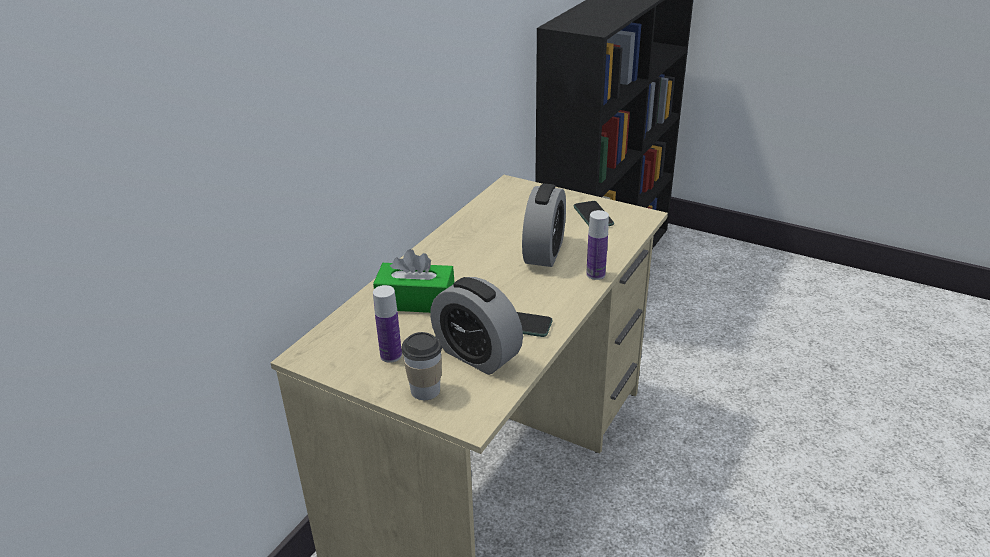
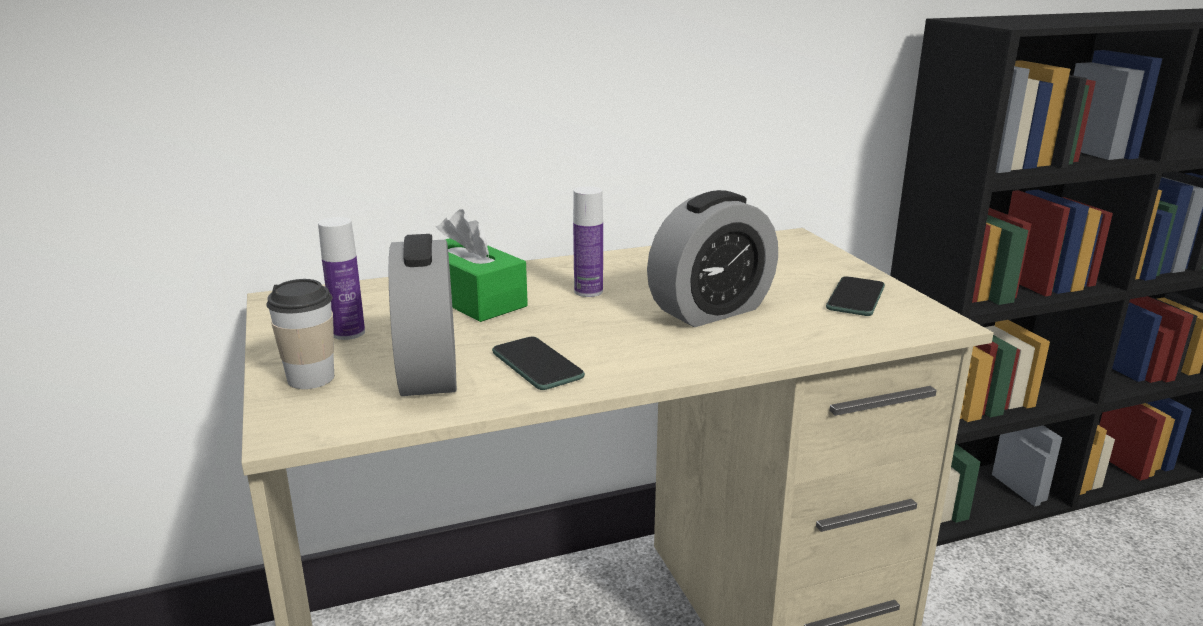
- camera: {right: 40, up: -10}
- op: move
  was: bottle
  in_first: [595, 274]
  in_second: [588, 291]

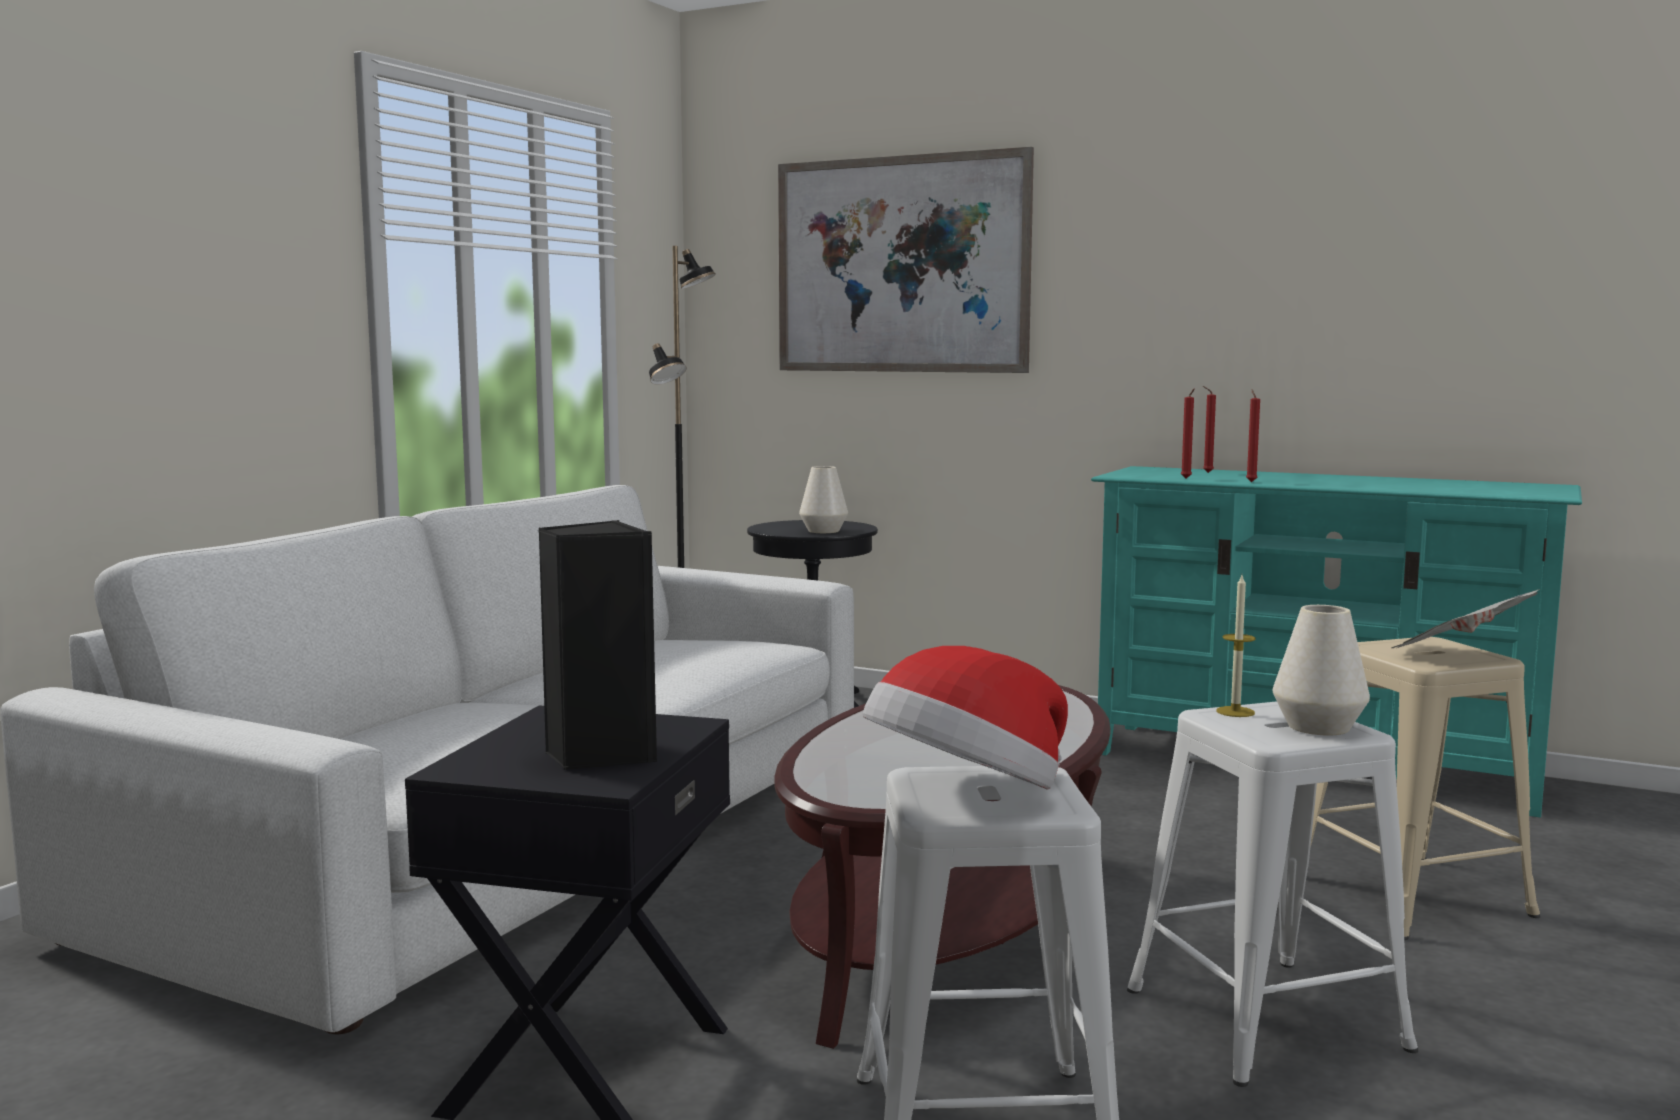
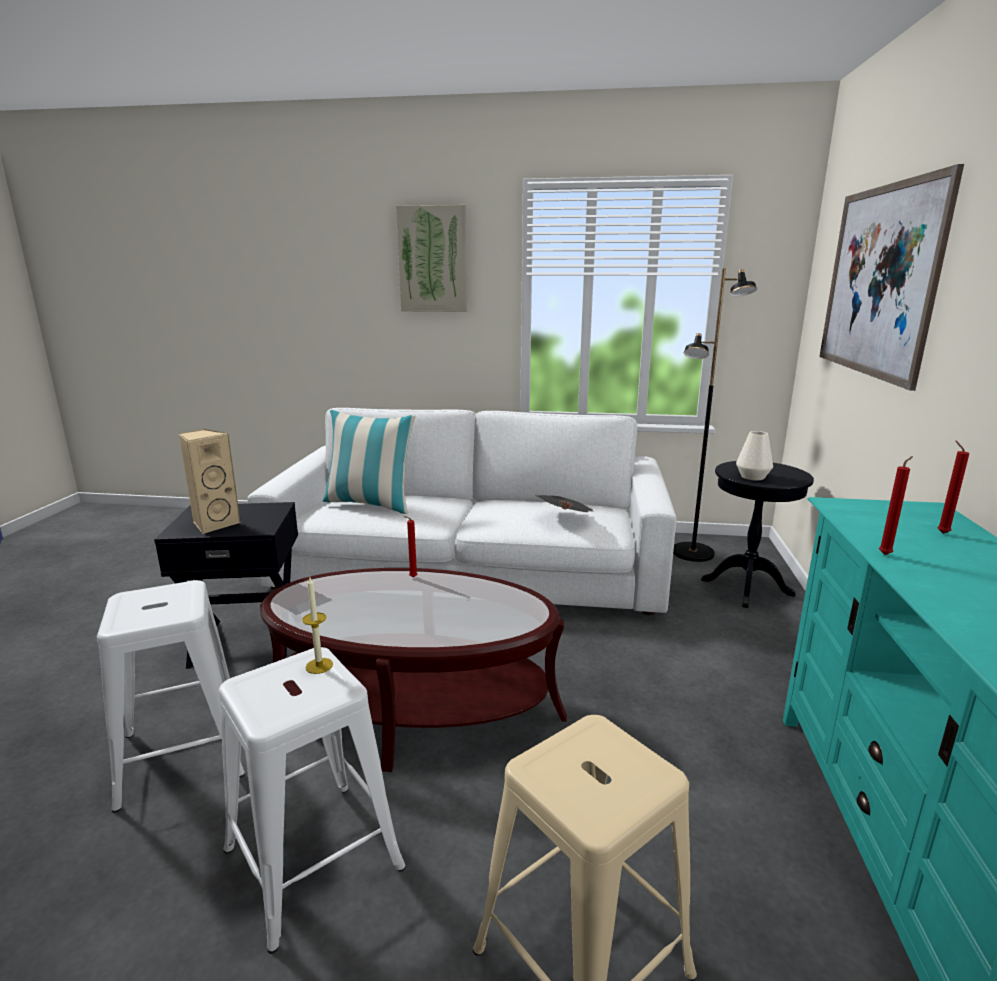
- camera: {right: 70, up: 10}
- op: move
  was: candle/red
  in_first: [1186, 478]
  in_second: [412, 577]
- op: recolor
  was: speaker/black
  now: speaker/beige
  in_first: [599, 755]
  in_second: [214, 524]
- op: move
  was: newspaper
  in_first: [1459, 657]
  in_second: [566, 519]
- op: delete
  was: vase/white
  in_first: [1318, 727]
- op: delete
  was: hat
  in_first: [967, 794]
- op: insert
  now: picture
  in_second: [433, 260]
- op: insert
  now: pillow
  in_second: [370, 503]

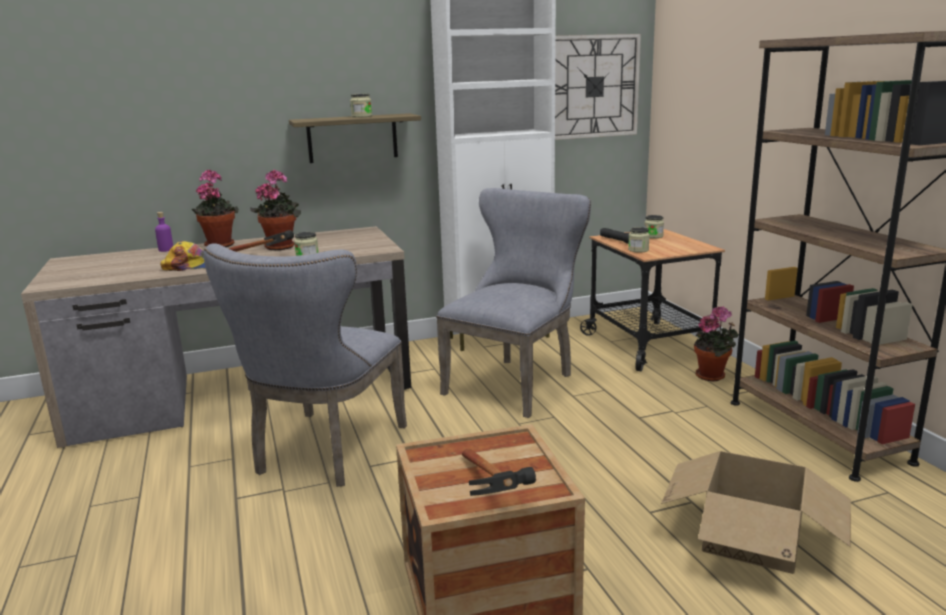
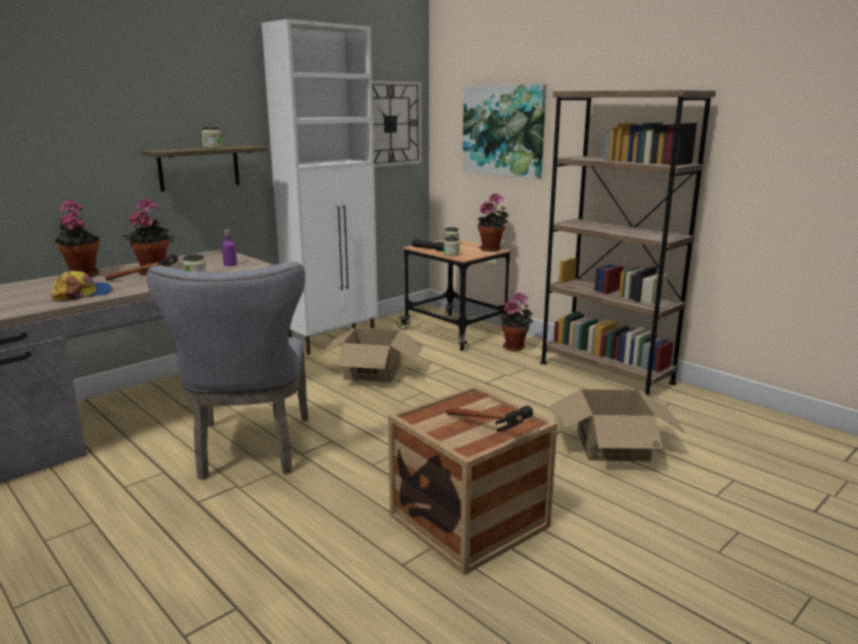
- camera: {right: -25, up: 0}
- op: replace
  was: chair/grey
  now: cardboard box
  in_first: [516, 382]
  in_second: [373, 371]
- op: move
  was: bottle/purple
  in_first: [166, 250]
  in_second: [230, 264]
- op: insert
  now: picture
  in_second: [503, 130]
- op: insert
  now: potted plant
  in_second: [492, 249]

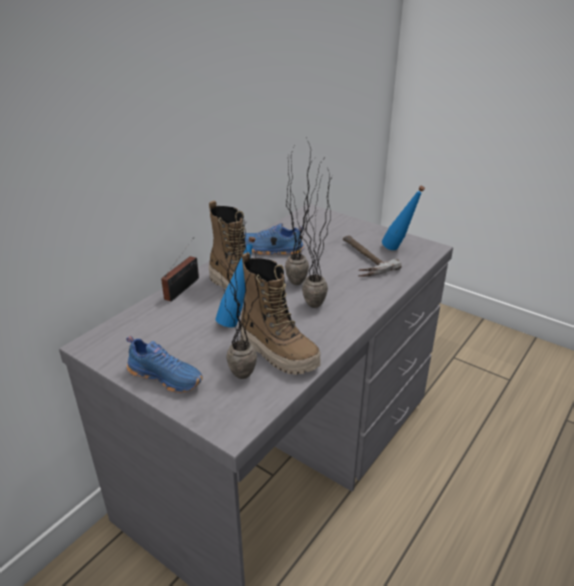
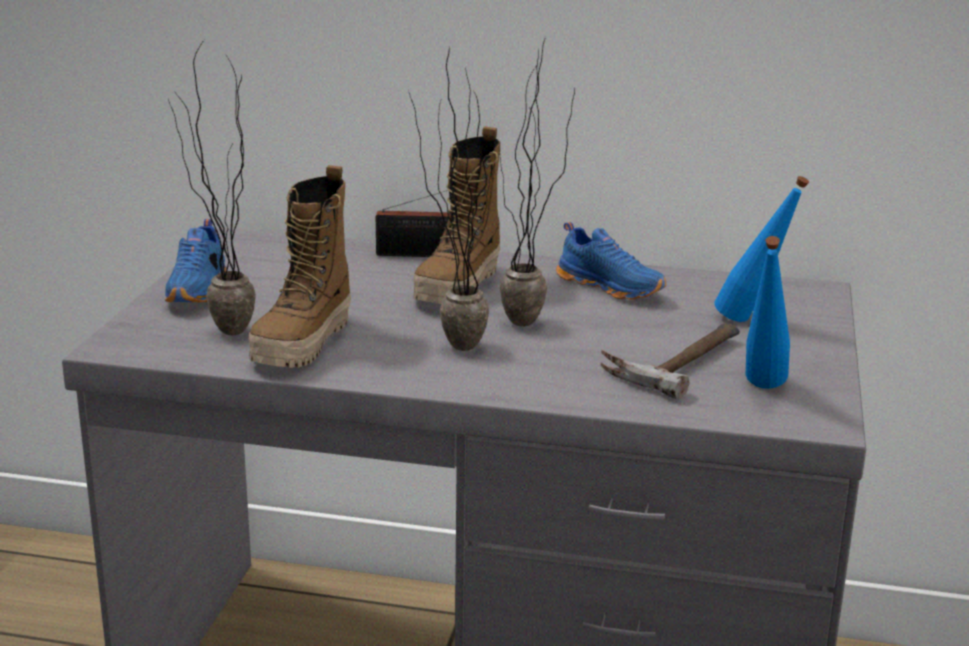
- camera: {right: 65, up: -10}
- op: rotate
  was: shoe/blue
  in_first: [272, 250]
  in_second: [611, 287]
  clockwise: 150
- op: move
  was: bottle/blue
  in_first: [237, 320]
  in_second: [752, 321]

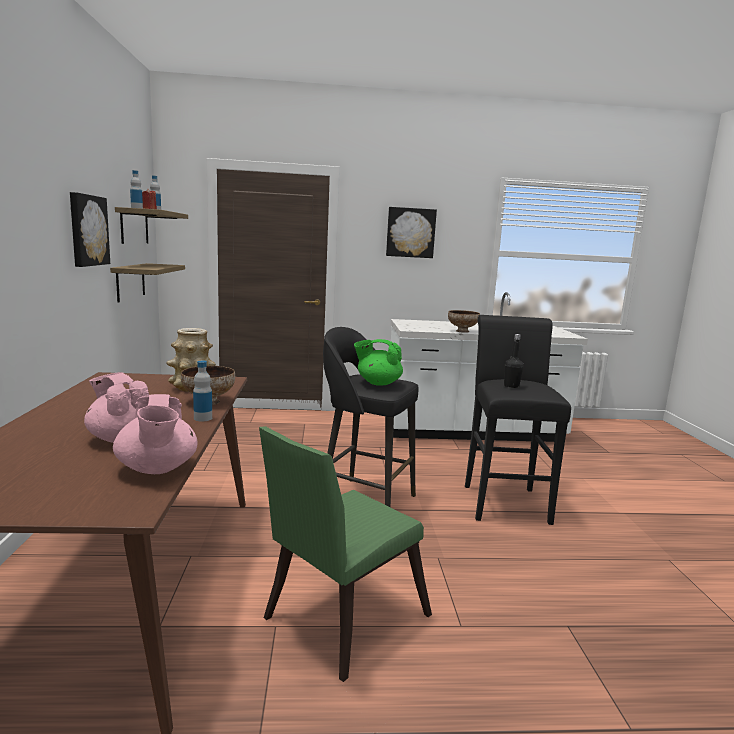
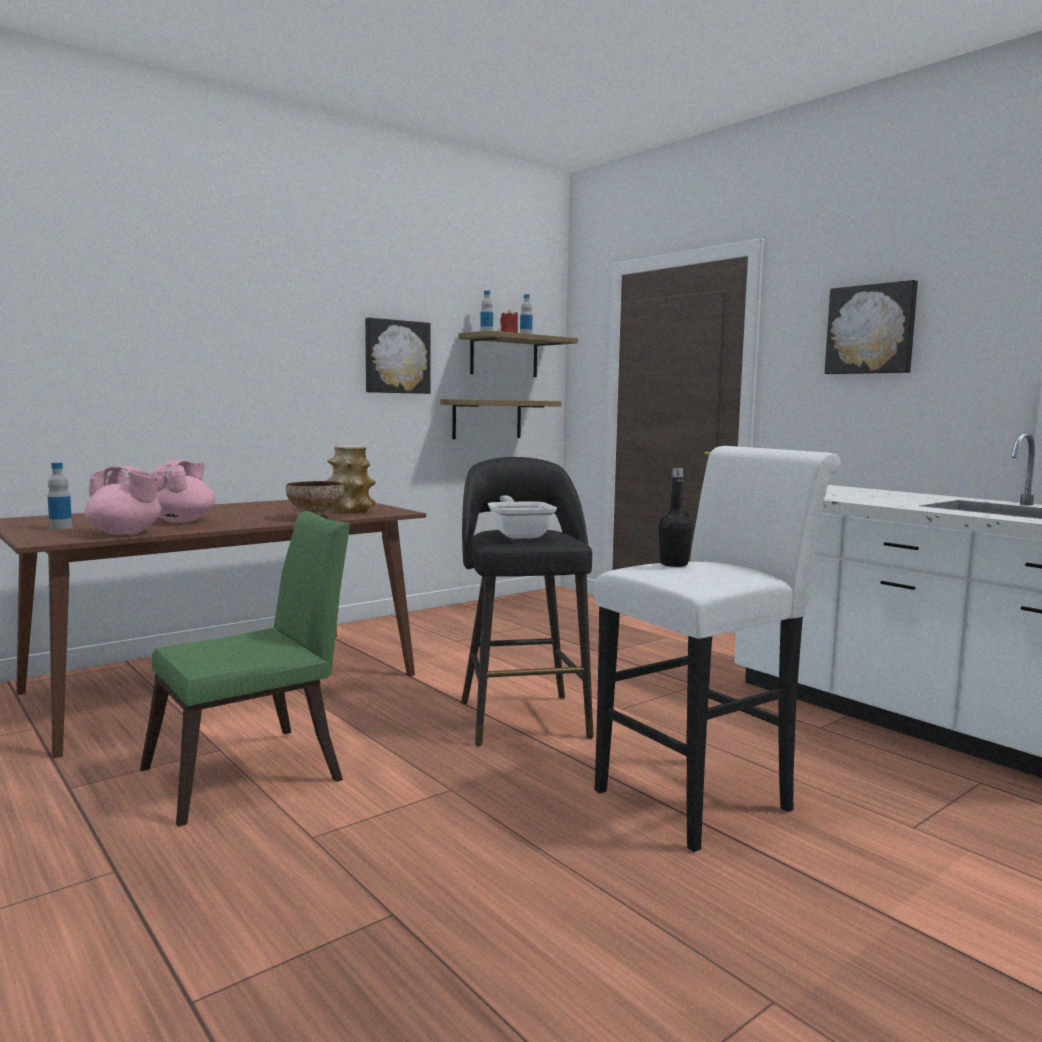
- camera: {right: 55, up: -5}
- op: delete
  was: bowl
  in_first: [462, 331]
- op: recolor
  was: stool/black
  now: stool/white
  in_first: [504, 500]
  in_second: [703, 797]
- op: replace
  was: teapot/green
  now: frying pan
  in_first: [378, 383]
  in_second: [519, 535]
- op: move
  was: bottle
  in_first: [203, 418]
  in_second: [61, 528]
- op: rotate
  was: teapot/pink
  in_first: [157, 469]
  in_second: [125, 533]
  clockwise: -105
- op: rotate
  was: chair/green
  in_first: [338, 620]
  in_second: [255, 772]
  clockwise: 135

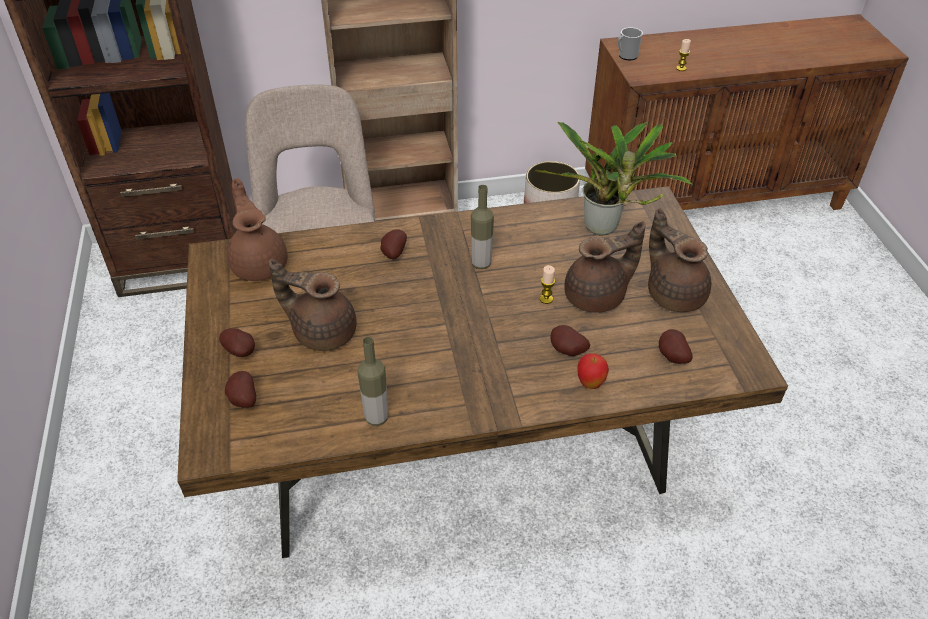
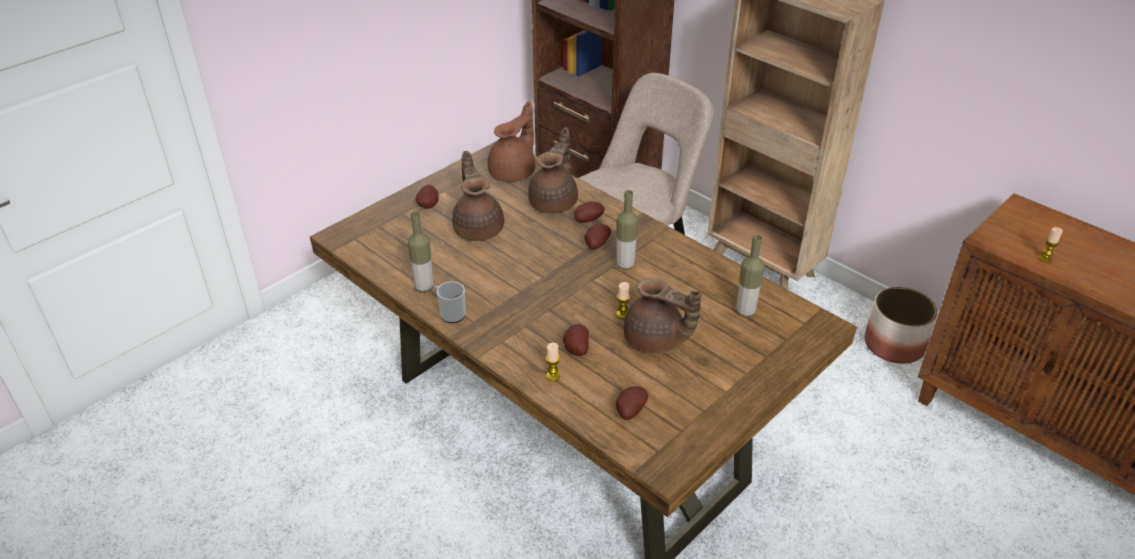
- camera: {right: 55, up: -5}
- op: move
  was: mug
  in_first: [626, 56]
  in_second: [450, 314]
- op: replace
  was: potted plant
  now: bottle
  in_first: [604, 229]
  in_second: [745, 312]
- op: move
  was: teapot/brown
  in_first: [674, 293]
  in_second: [555, 202]
- op: replace
  was: apple
  now: candle
  in_first: [590, 384]
  in_second: [553, 376]
- op: move
  was: potato
  in_first: [242, 400]
  in_second: [595, 245]

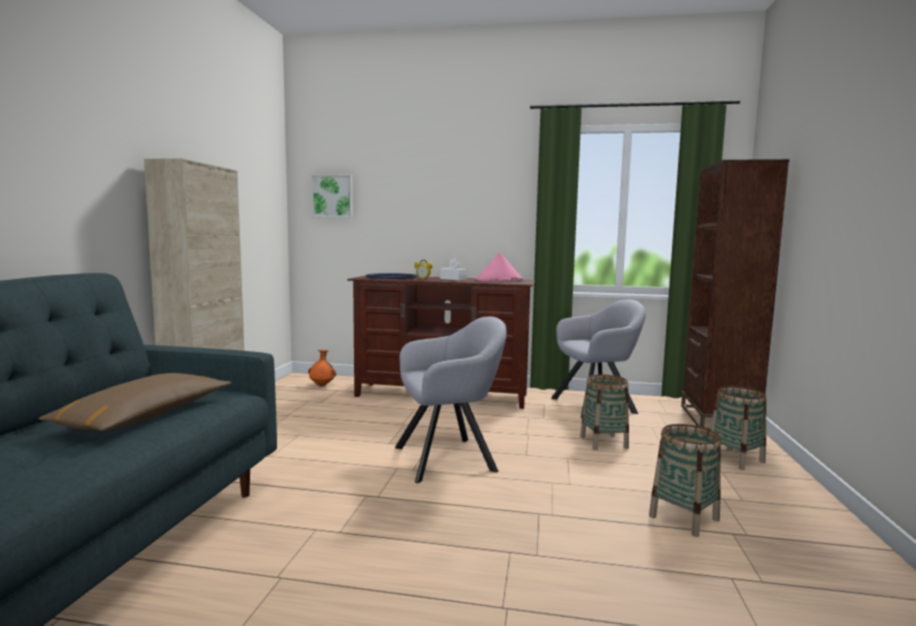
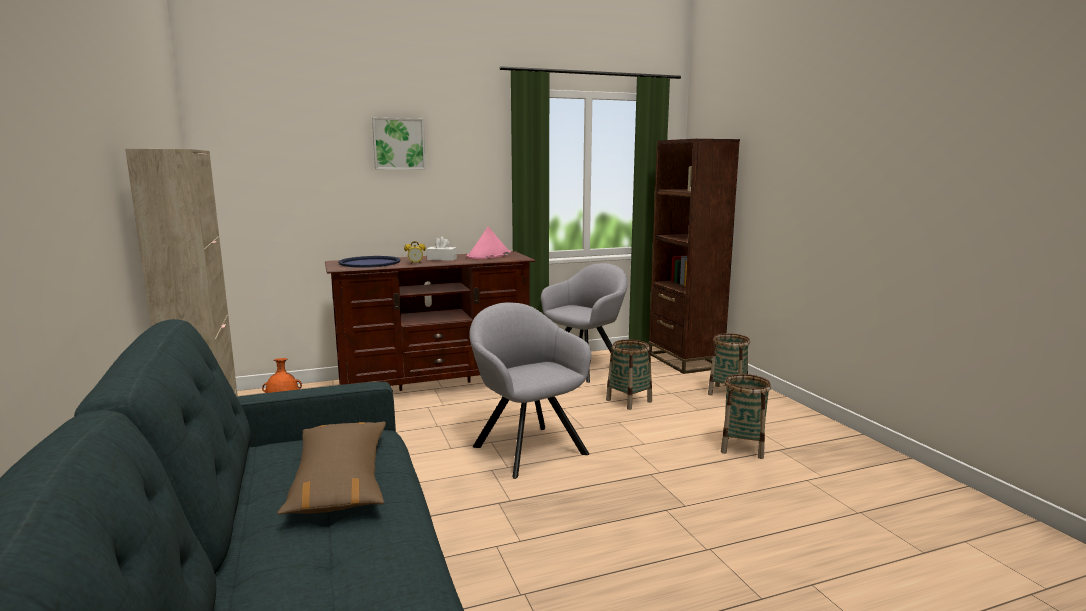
- camera: {right: -30, up: 5}
- op: move
  was: picture
  in_first: [333, 196]
  in_second: [398, 144]
- op: rotate
  was: armchair/grey
  in_first: [451, 458]
  in_second: [526, 447]
  clockwise: -75

